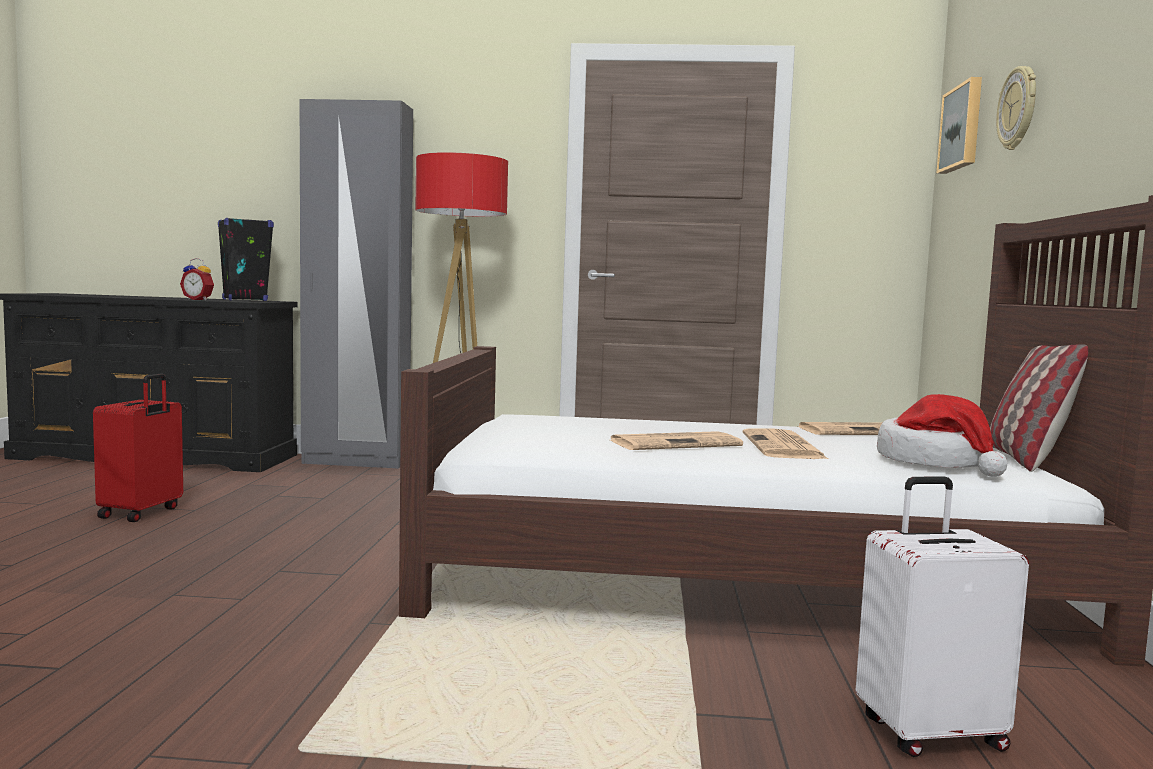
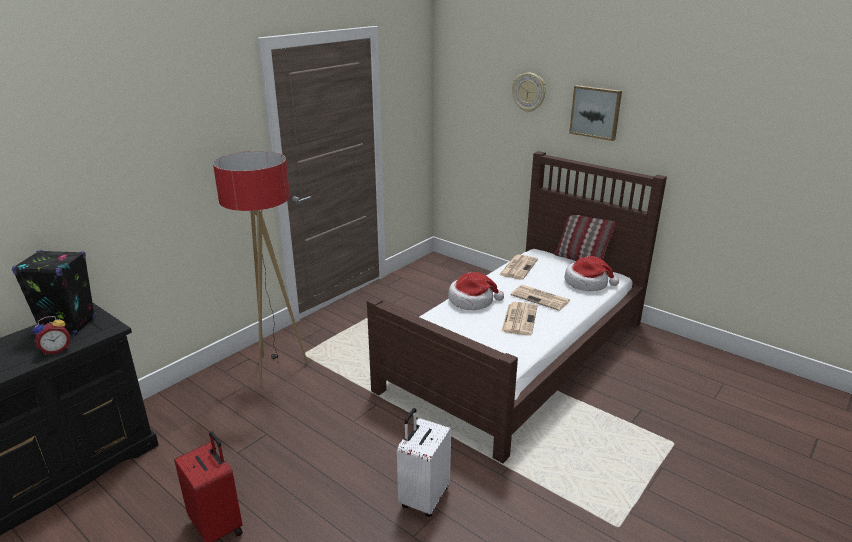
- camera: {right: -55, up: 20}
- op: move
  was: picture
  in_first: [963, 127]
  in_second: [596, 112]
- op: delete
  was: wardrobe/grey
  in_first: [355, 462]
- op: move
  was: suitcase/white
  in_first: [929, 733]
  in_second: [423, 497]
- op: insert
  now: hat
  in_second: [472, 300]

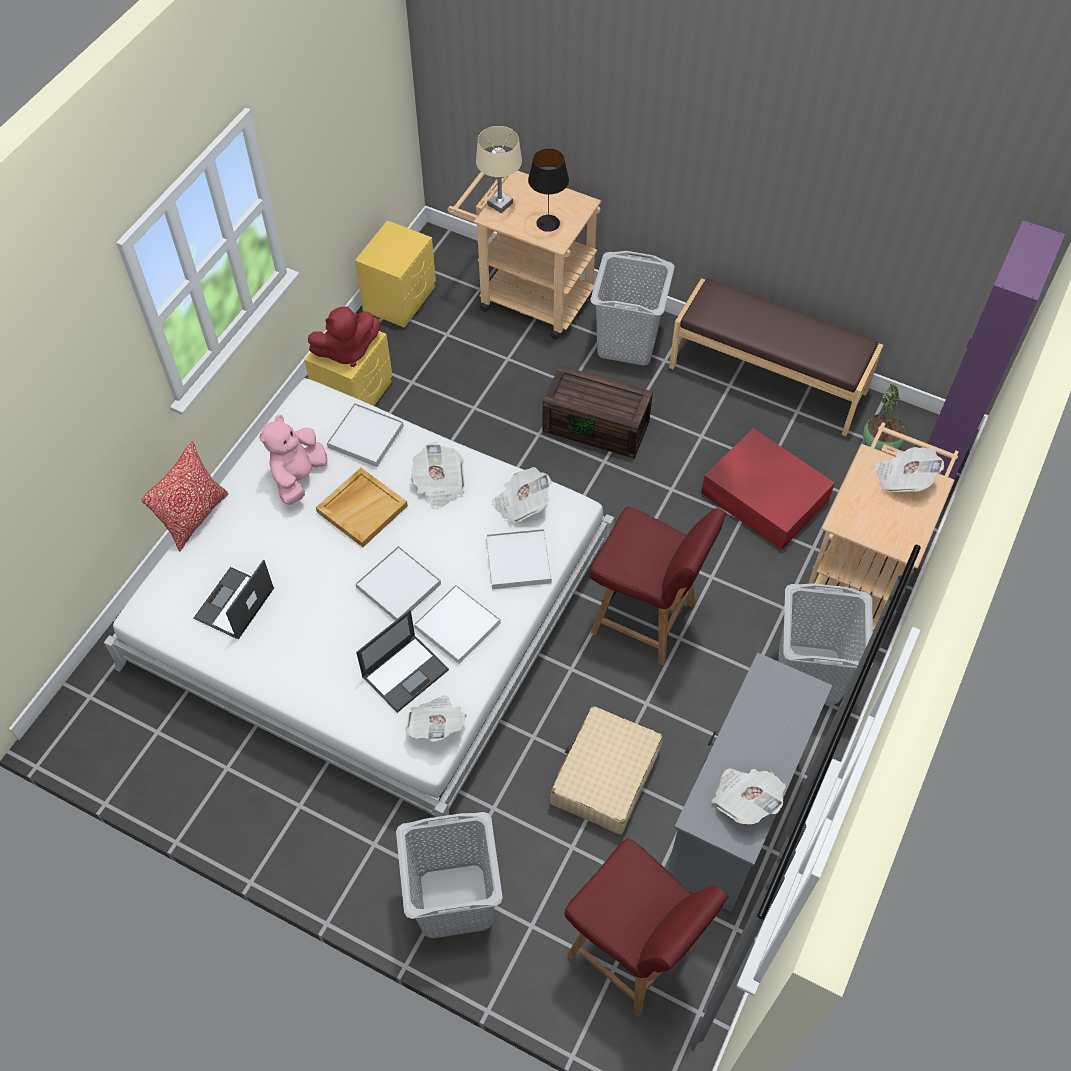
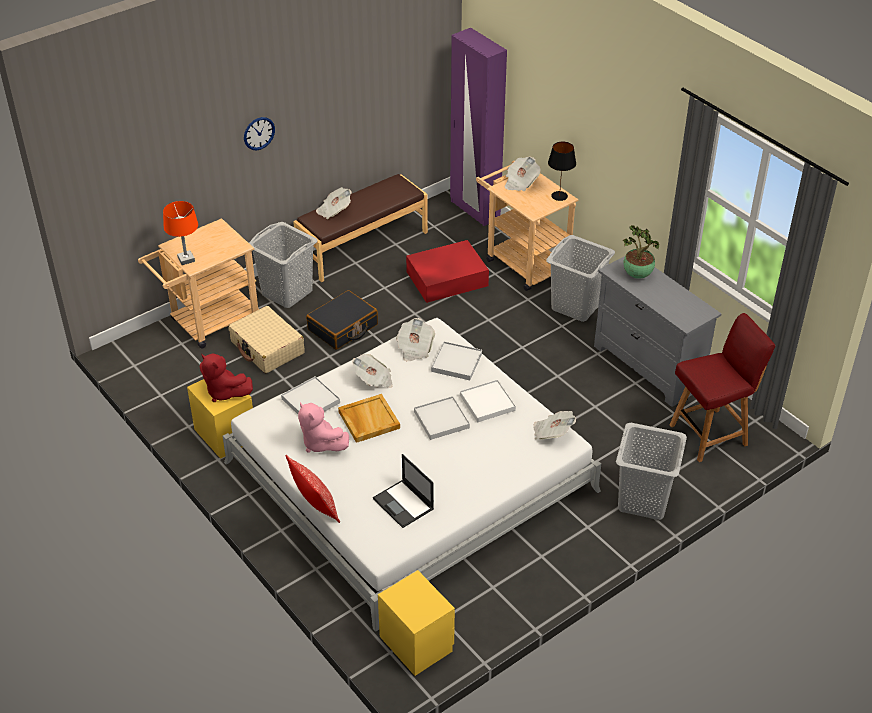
- camera: {right: -65, up: -15}
- op: recolor
  was: table lamp/beige
  now: table lamp/orange
  in_first: [499, 204]
  in_second: [186, 259]
- op: move
  was: table lamp/black
  in_first: [548, 223]
  in_second: [559, 196]
- op: move
  was: nightstand/yellow
  in_first: [399, 299]
  in_second: [416, 643]
- op: rotate
  was: plush toy/red
  in_first: [347, 351]
  in_second: [224, 392]
  clockwise: 120
- op: replace
  was: storage box/brown
  now: suitcase/black
  in_first: [597, 426]
  in_second: [343, 327]
- op: move
  was: potted plant
  in_first: [879, 446]
  in_second: [638, 275]
- op: delete
  was: chair/red
  in_first: [646, 619]
- op: delete
  was: laptop
  in_first: [406, 672]
- op: move
  was: suitcase/beige
  in_first: [605, 777]
  in_second: [267, 348]
- op: move
  was: newspaper
  in_first: [745, 800]
  in_second: [334, 211]
- op: insert
  now: wall clock
  in_second: [259, 133]

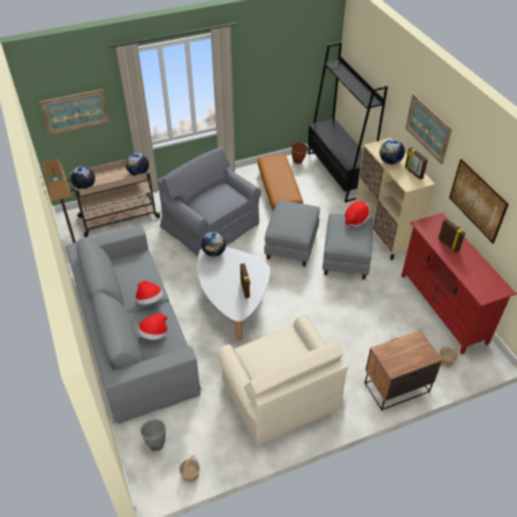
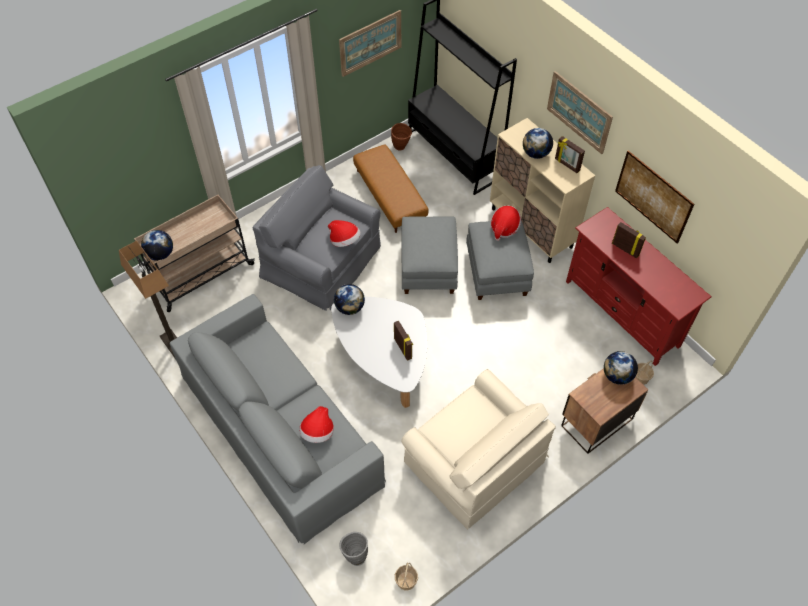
- camera: {right: -15, up: 10}
- op: move
  was: picture
  in_first: [75, 111]
  in_second: [370, 43]
- op: move
  was: globe
  in_first: [139, 173]
  in_second: [617, 376]
- op: move
  was: hat
  in_first: [150, 300]
  in_second: [344, 240]

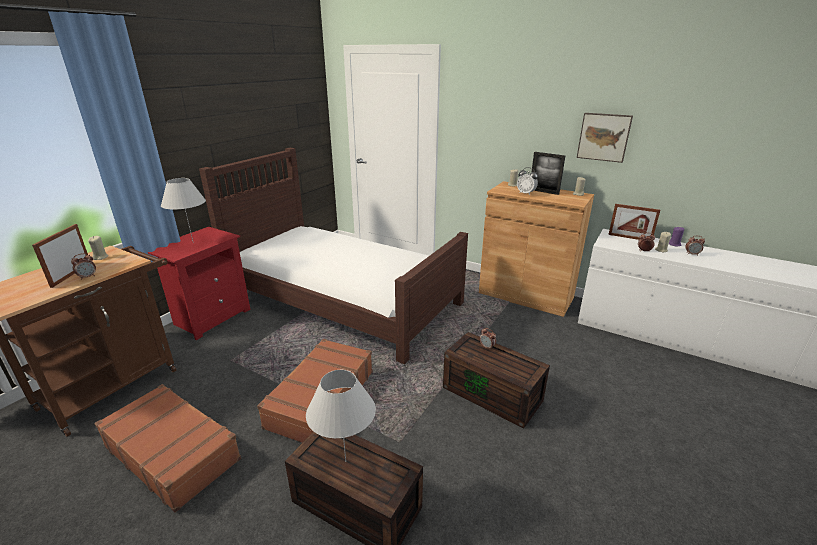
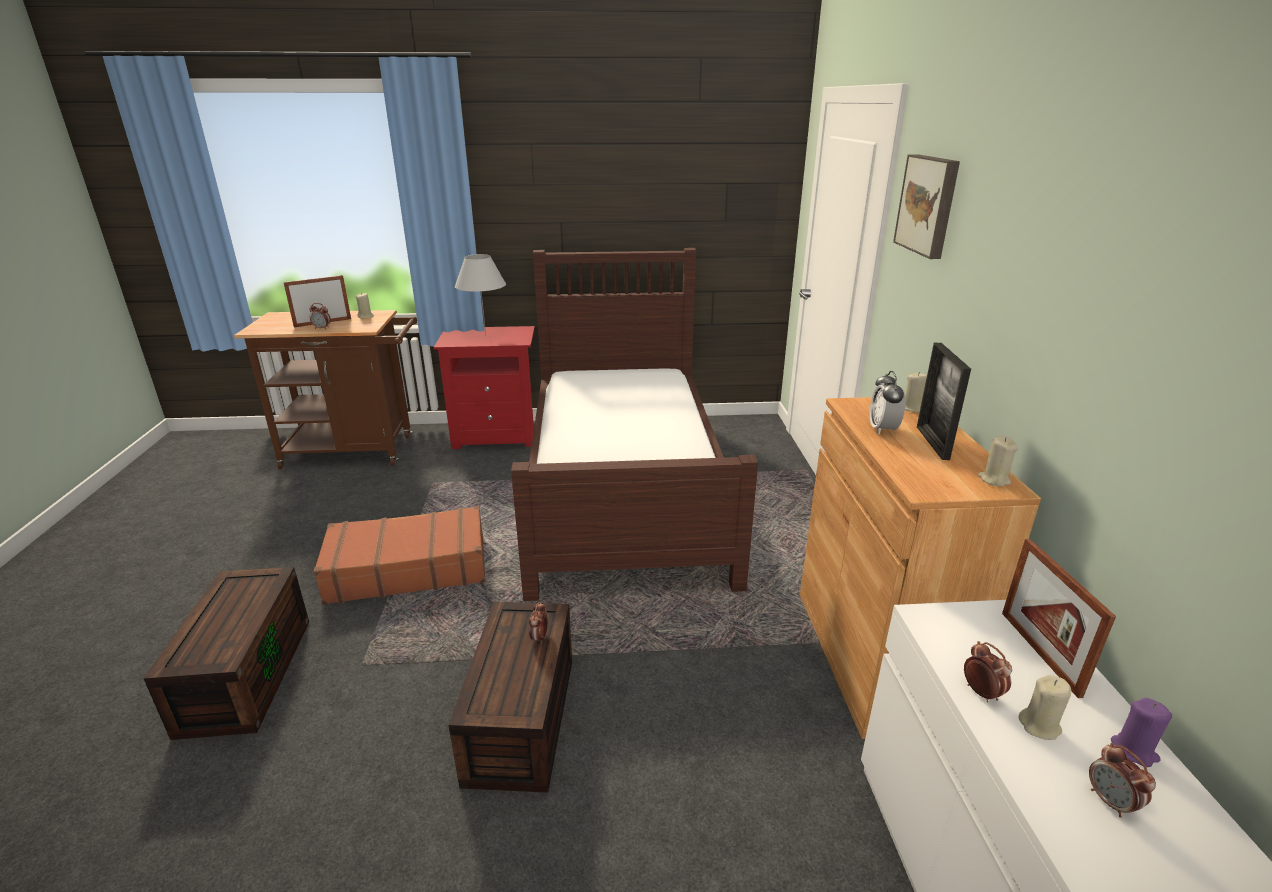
- camera: {right: 55, up: 0}
- op: move
  was: picture
  in_first: [604, 137]
  in_second: [929, 205]
- op: delete
  was: table lamp/white
  in_first: [345, 461]
- op: delete
  was: suitcase/brown
  in_first: [173, 452]

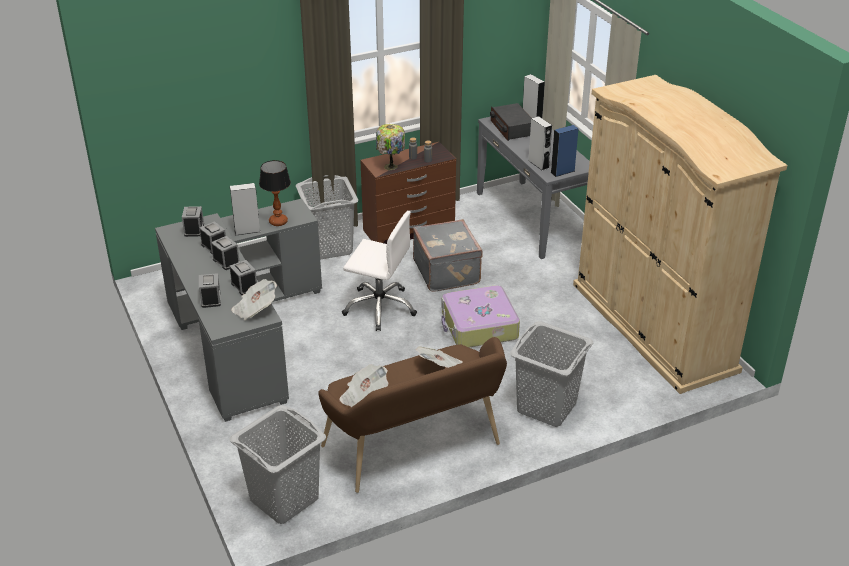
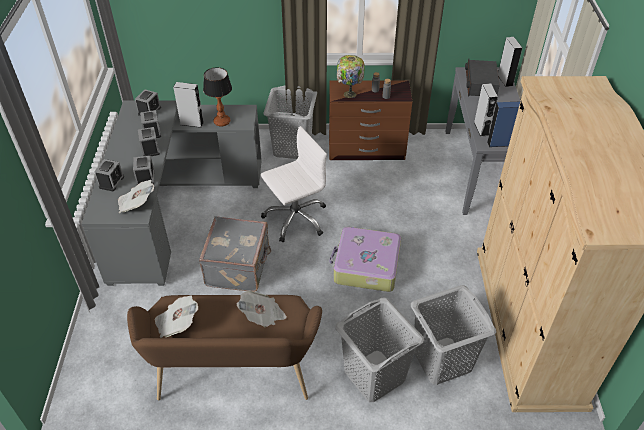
- camera: {right: 25, up: 10}
- op: rotate
  was: office chair/white
  in_first: [380, 307]
  in_second: [295, 218]
  clockwise: -75
- op: move
  was: suitcase/grey
  in_first: [447, 272]
  in_second: [239, 267]
- op: move
  was: laundry basket/grey
  in_first: [285, 499]
  in_second: [442, 361]

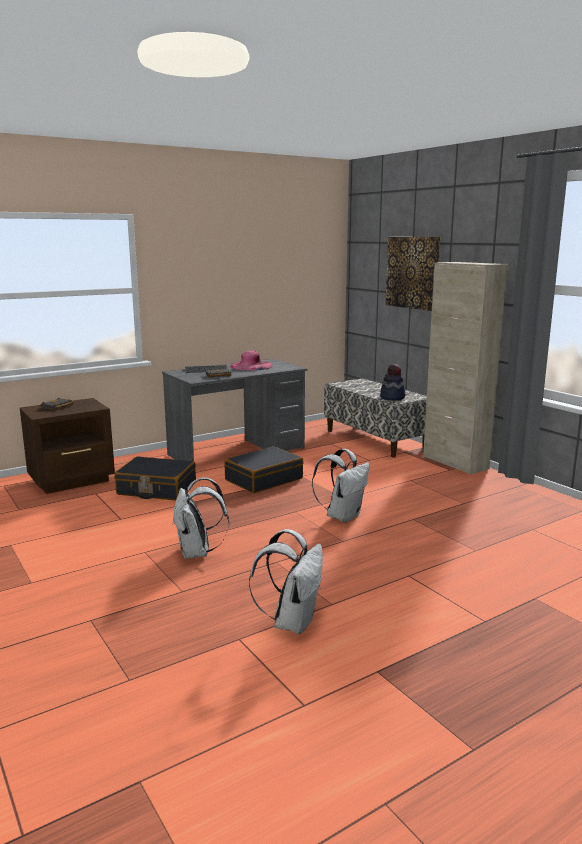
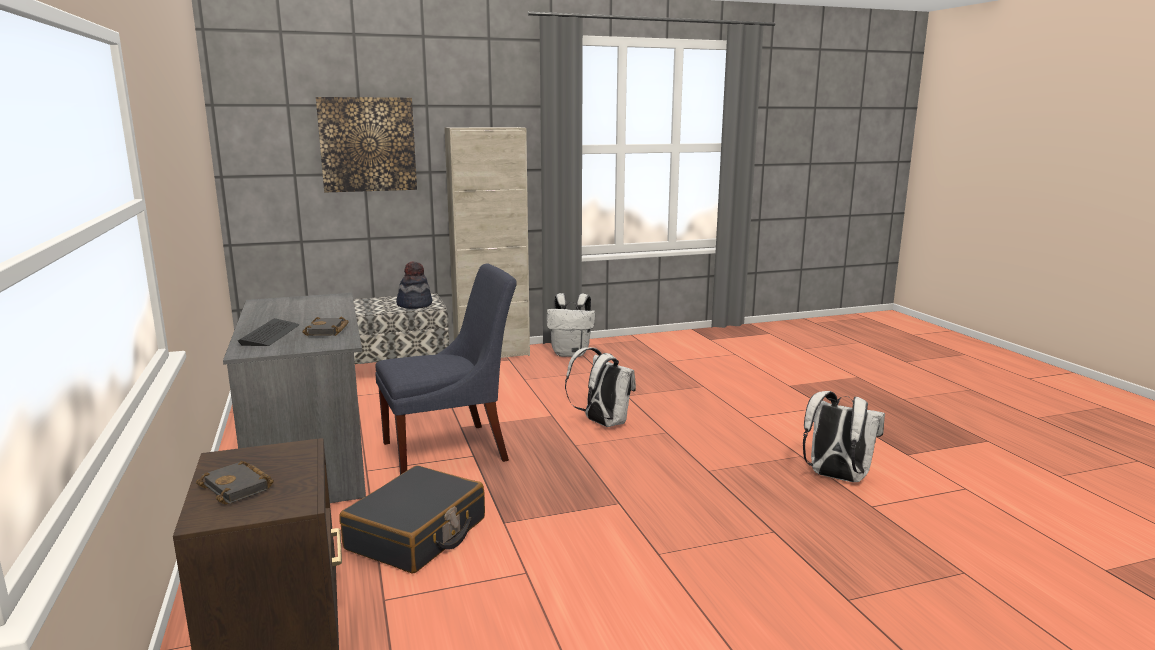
- camera: {right: -75, up: 0}
- op: delete
  was: hat/pink
  in_first: [251, 366]
- op: replace
  was: suitcase/black
  now: chair/blue
  in_first: [263, 479]
  in_second: [451, 450]
- op: move
  was: backpack/white
  in_first: [197, 553]
  in_second: [571, 353]

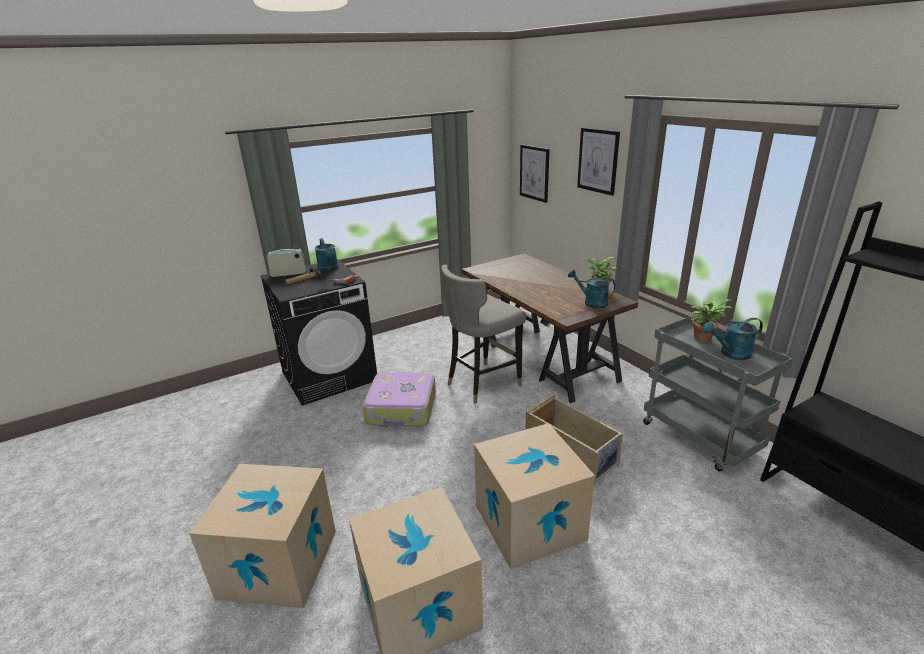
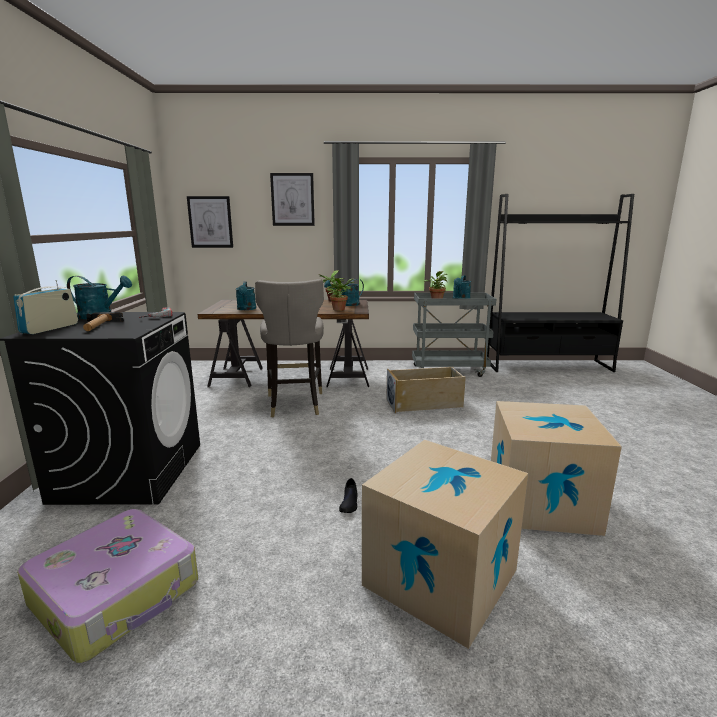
- camera: {right: -60, up: -10}
- op: move
  was: suitcase
  in_first: [402, 408]
  in_second: [118, 593]
- op: delete
  was: cardboard box
  in_first: [529, 522]
- op: insert
  now: potted plant
  in_second: [339, 309]
- op: insert
  now: watering can/turquoise
  in_second: [246, 309]
- op: insert
  now: shoe/black
  in_second: [349, 503]

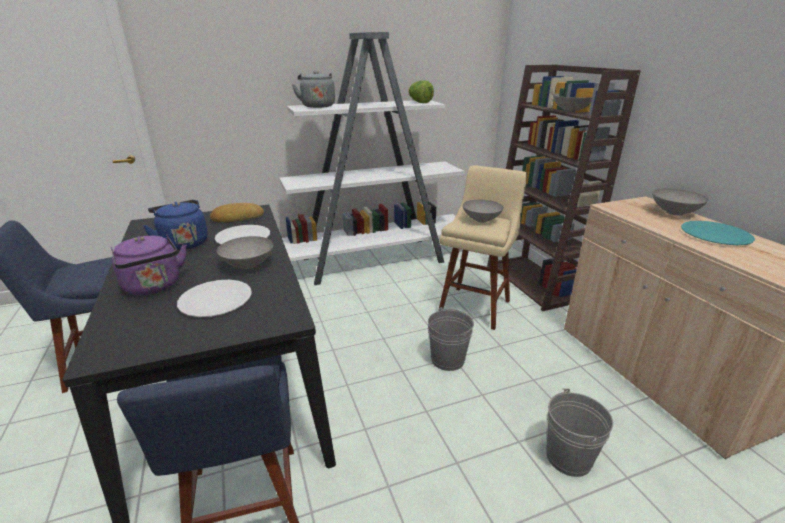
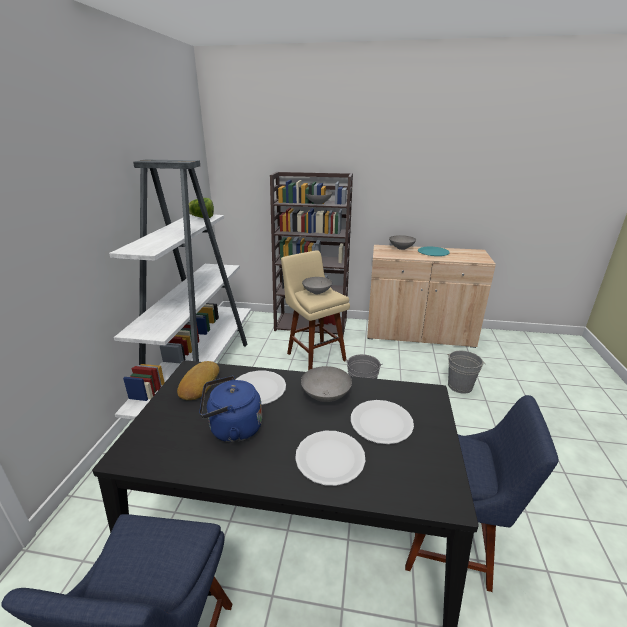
- camera: {right: -60, up: 0}
- op: delete
  was: kettle/grey
  in_first: [317, 106]
- op: replace
  was: kettle/purple
  now: plate/white
  in_first: [154, 287]
  in_second: [330, 458]

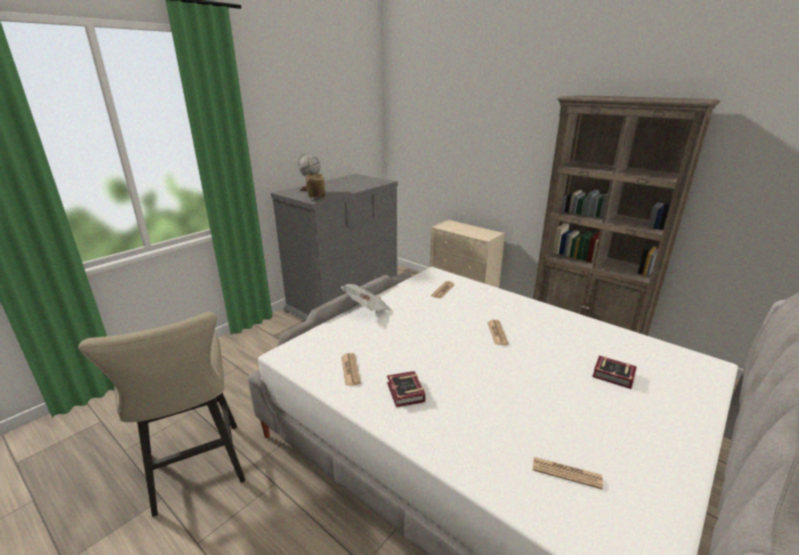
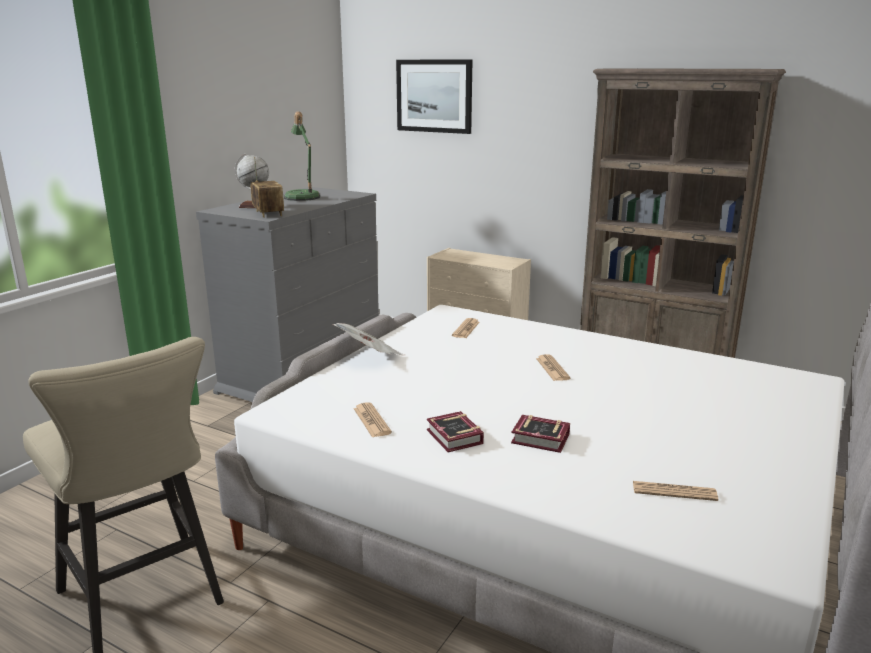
- camera: {right: -10, up: -5}
- op: move
  was: book
  in_first: [615, 376]
  in_second: [542, 440]
- op: insert
  now: picture
  in_second: [434, 96]
- op: insert
  now: table lamp
  in_second: [302, 196]

